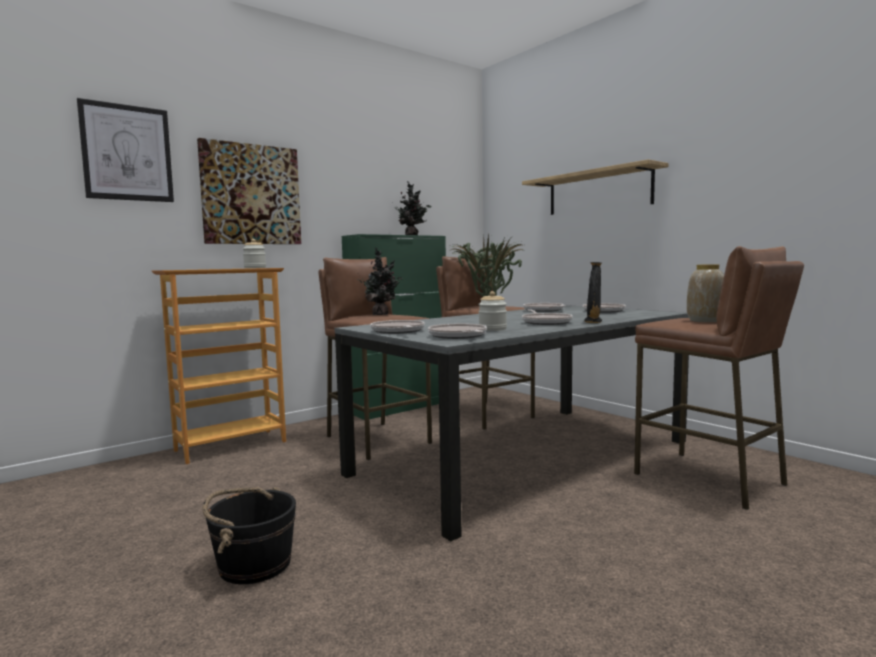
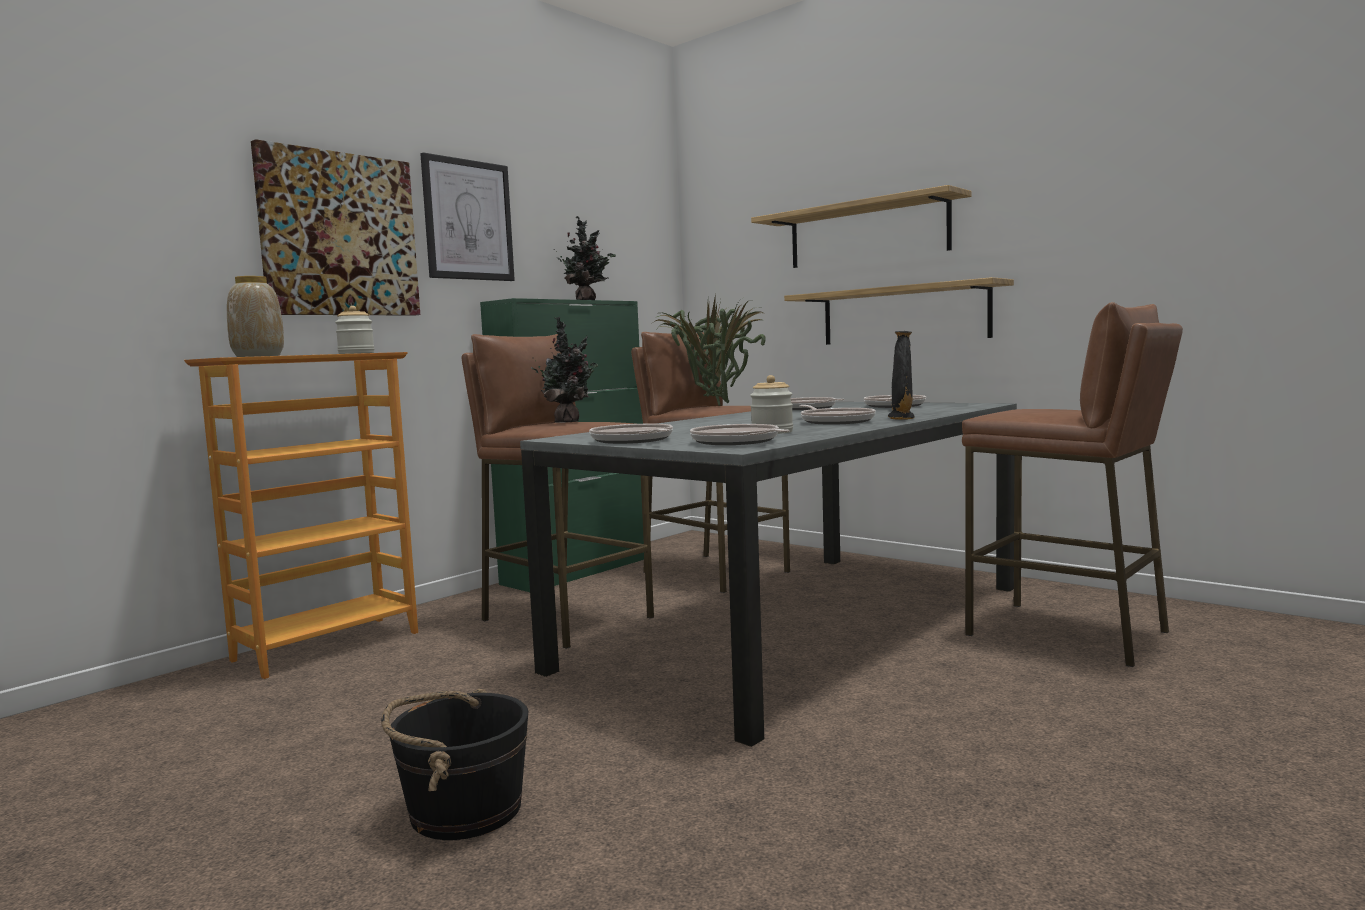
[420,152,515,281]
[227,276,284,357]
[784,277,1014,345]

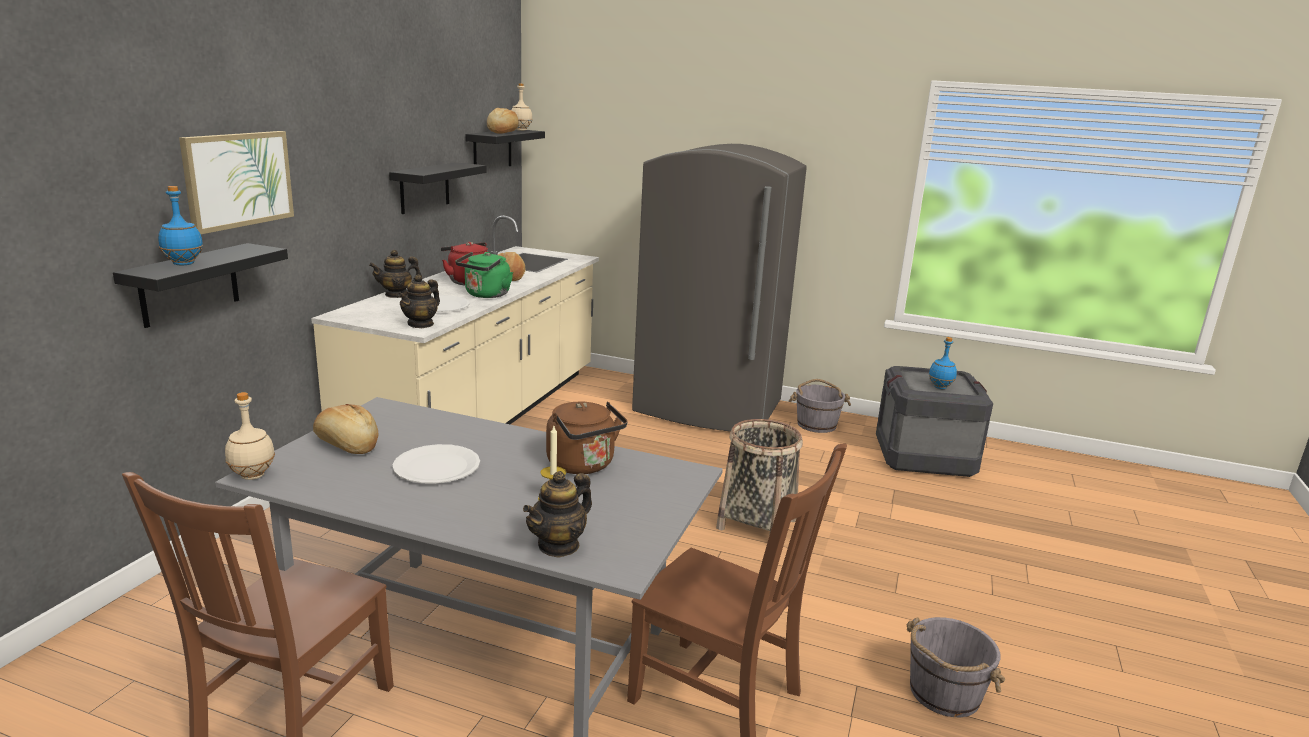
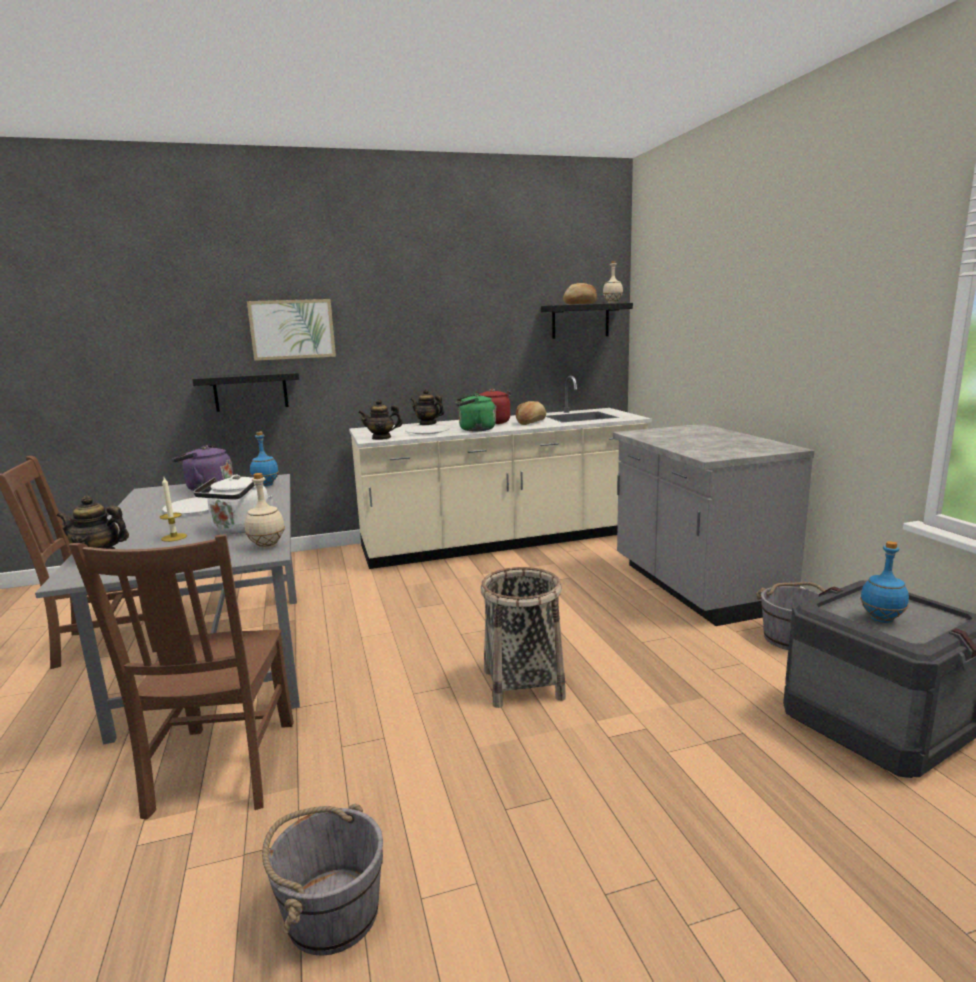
[250,432,279,486]
[245,473,285,549]
[172,445,233,492]
[389,162,487,214] (first image)
[194,475,273,534]
[613,424,815,626]

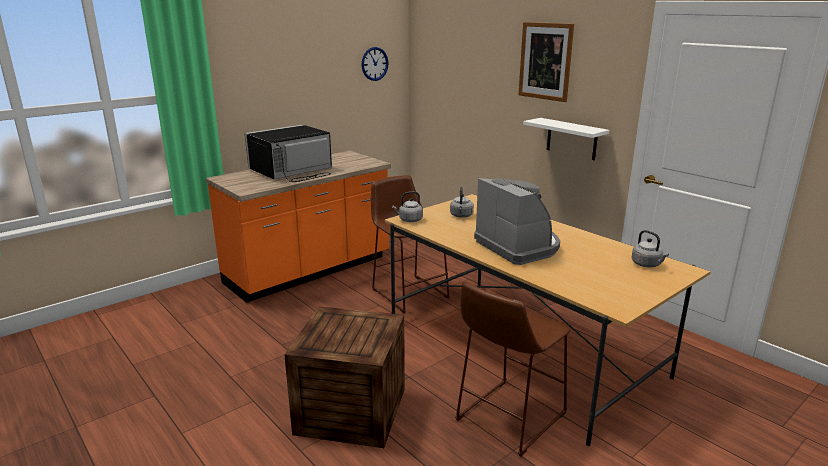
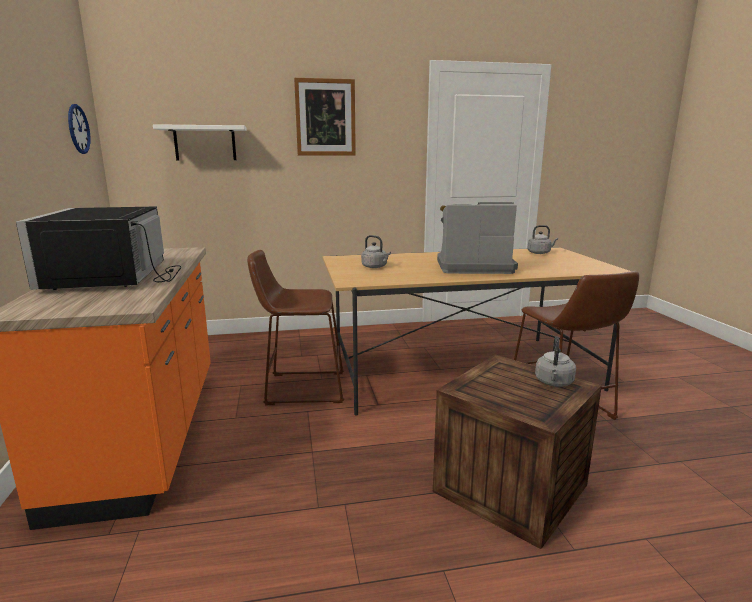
[535,336,576,387]
[153,124,247,160]

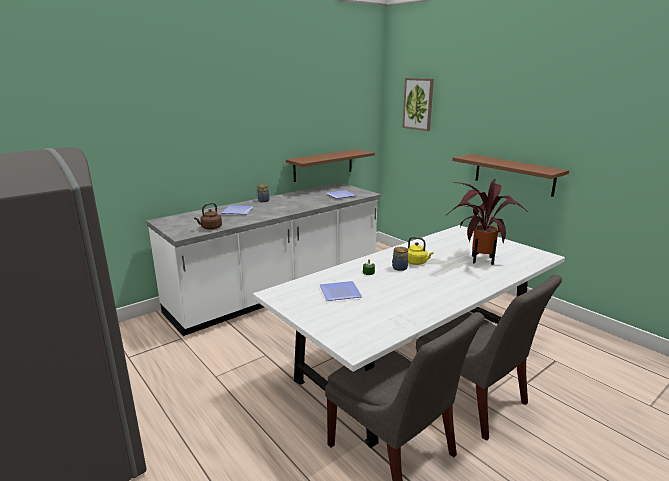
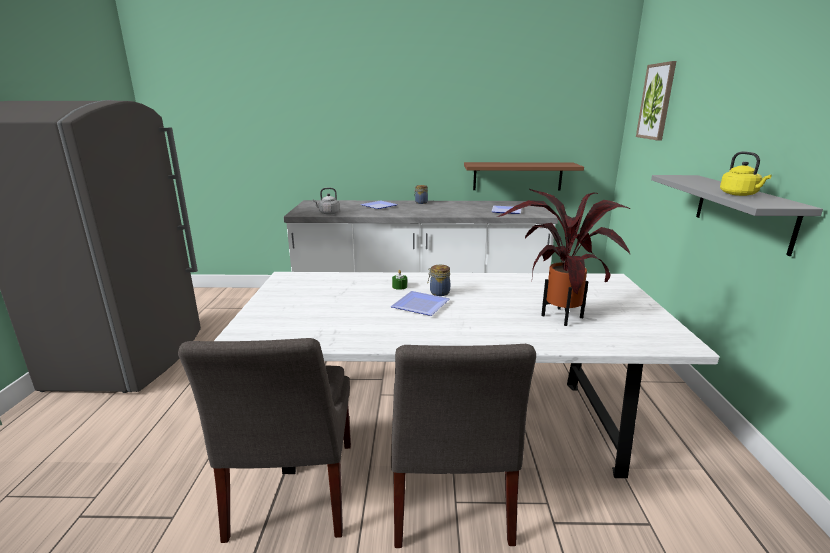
[313,188,340,215]
[391,291,450,316]
[720,151,772,196]
[651,175,823,256]

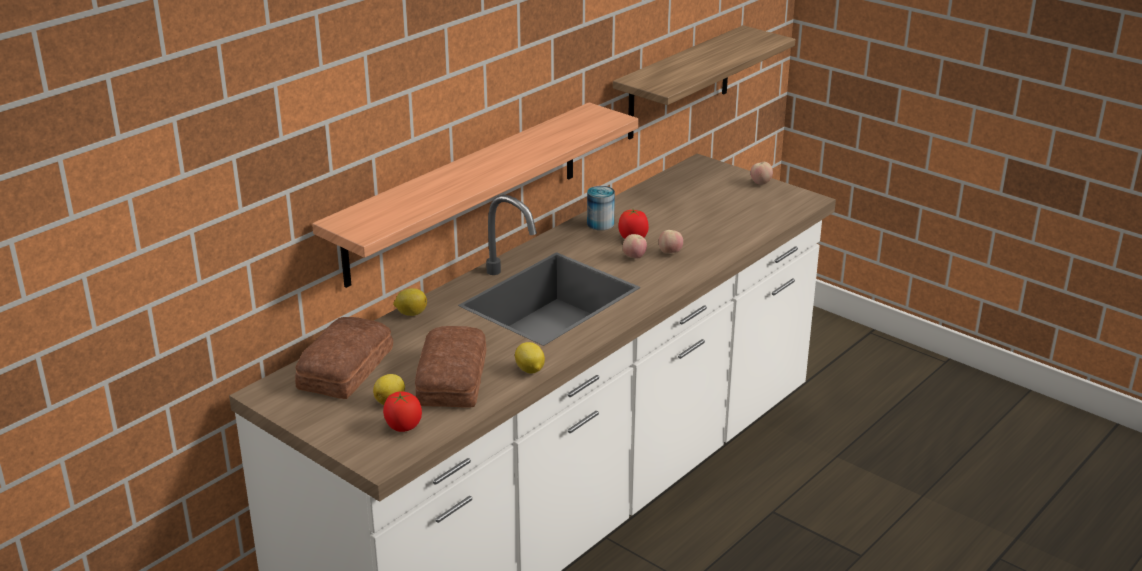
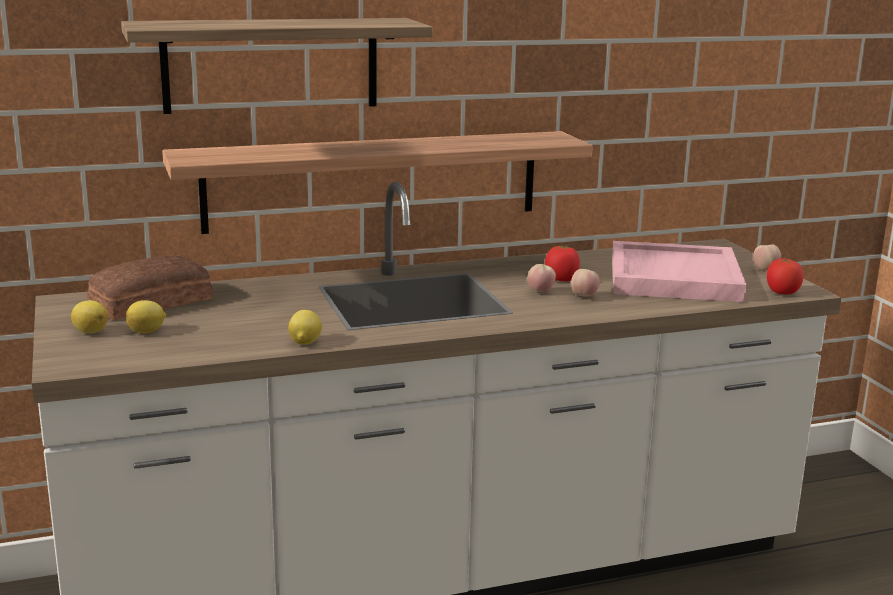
[767,258,803,294]
[71,300,108,333]
[415,326,486,408] (first image)
[587,186,615,230] (first image)
[121,18,433,114]
[612,241,747,302]

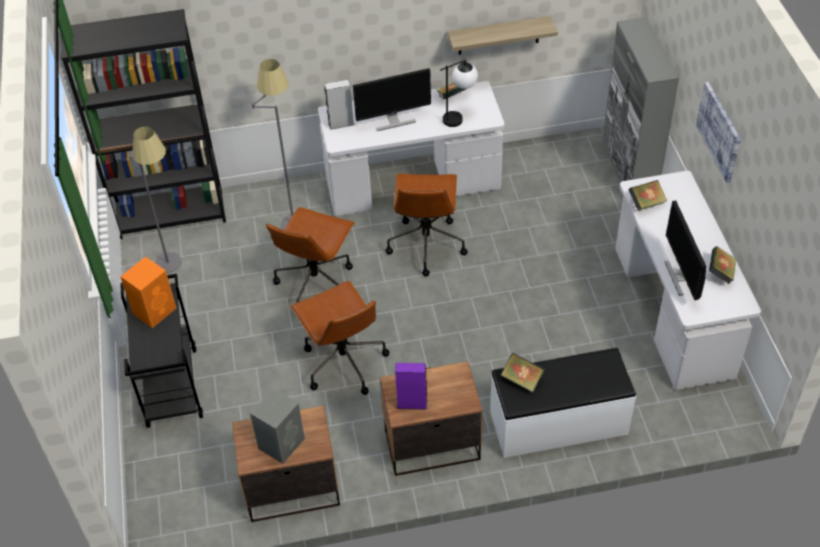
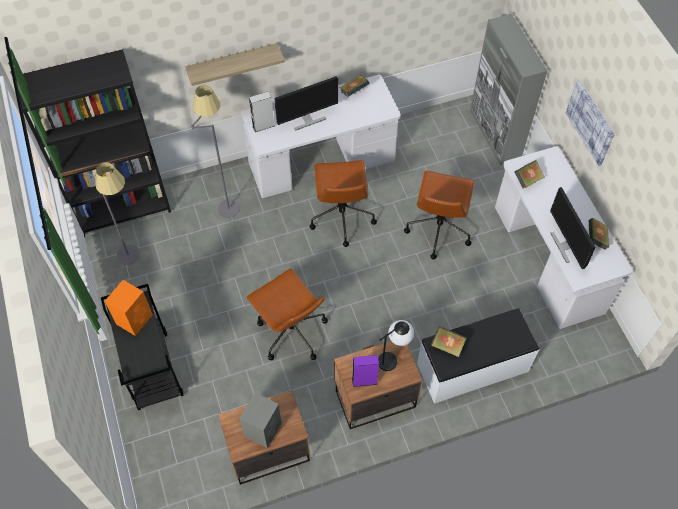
[404,170,475,260]
[378,320,414,371]
[185,43,285,86]

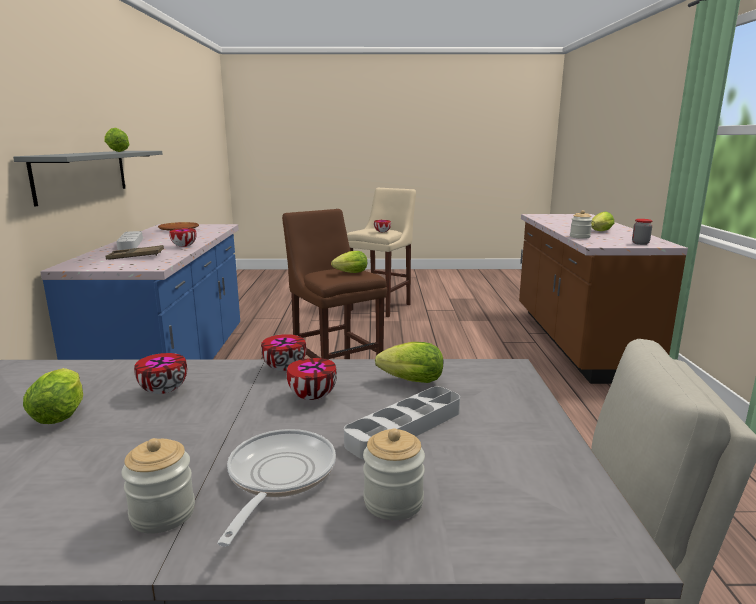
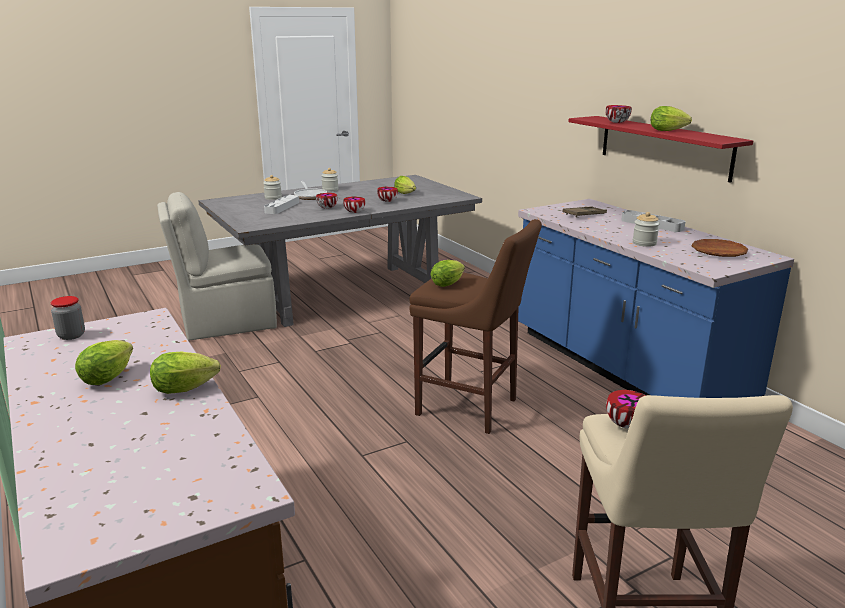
[568,116,753,183]
[605,105,632,123]
[150,352,221,394]
[633,212,660,247]

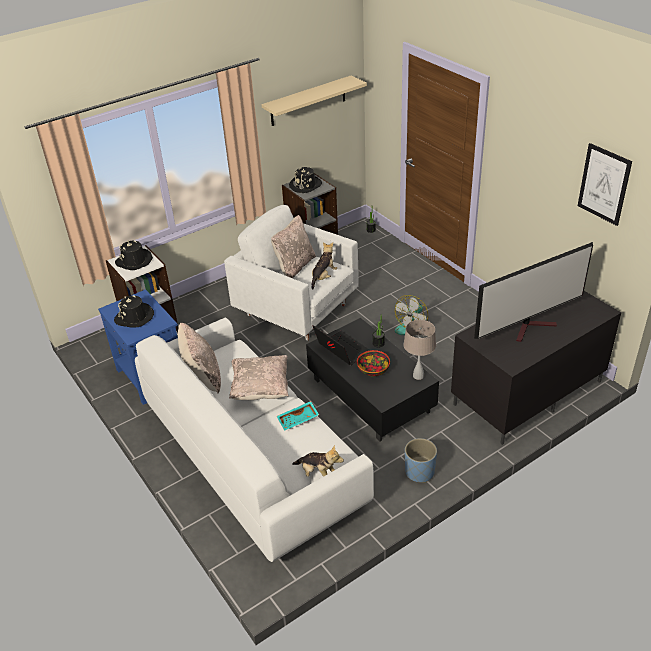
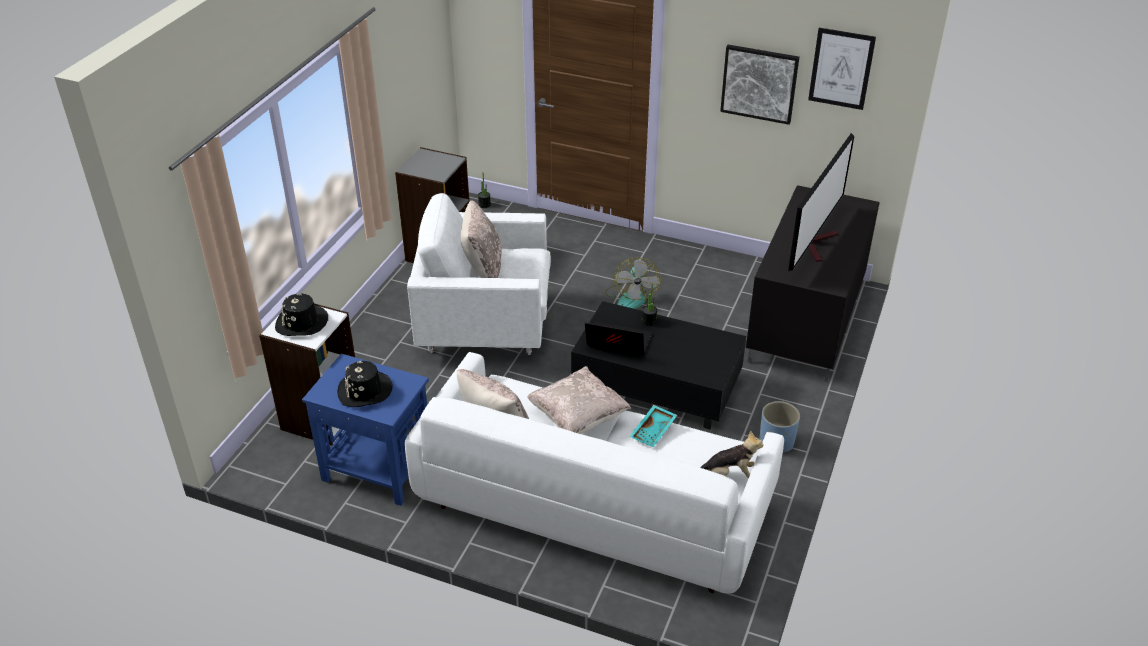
[261,75,367,126] (first image)
[289,167,322,193] (first image)
[312,242,337,290] (first image)
[357,350,390,376] (first image)
[404,320,436,380] (first image)
[720,45,799,125]

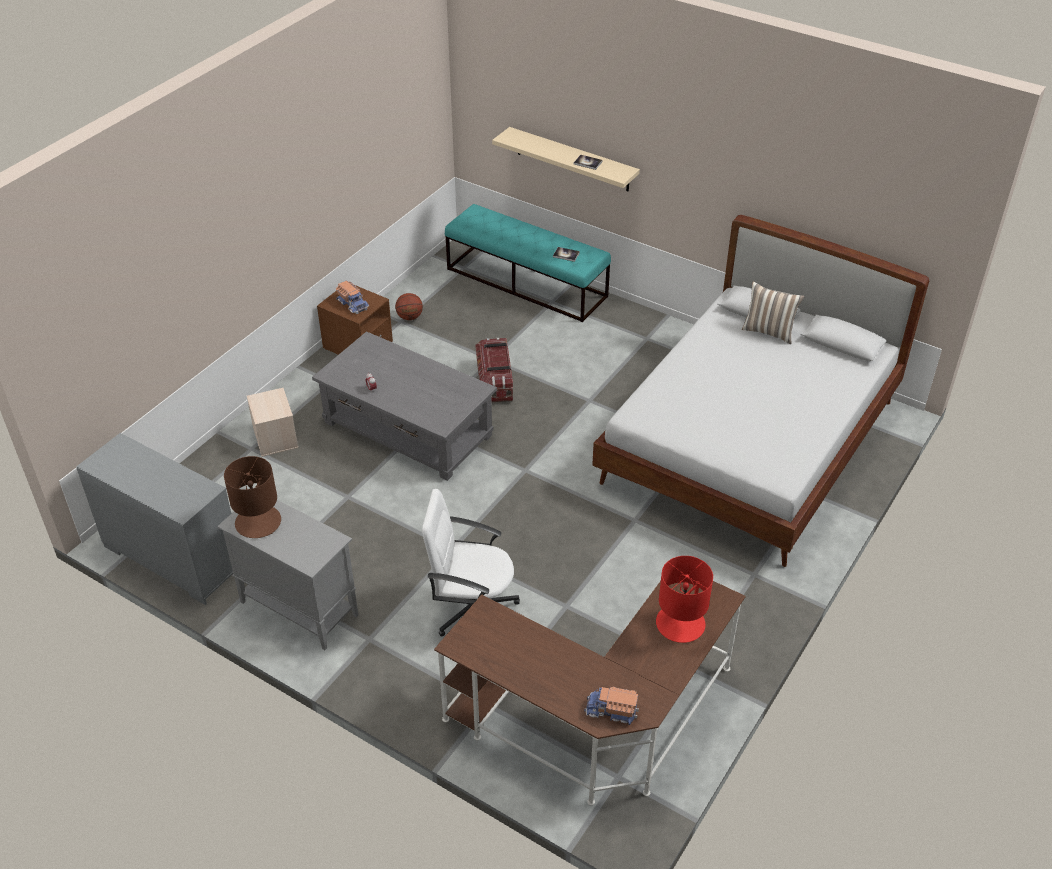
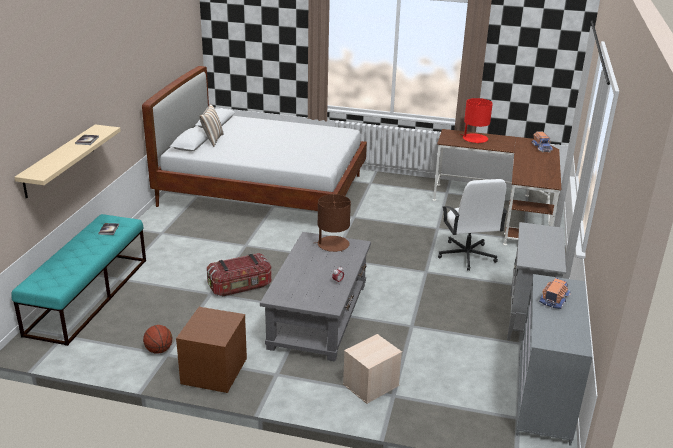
[315,194,351,252]
[539,278,571,310]

